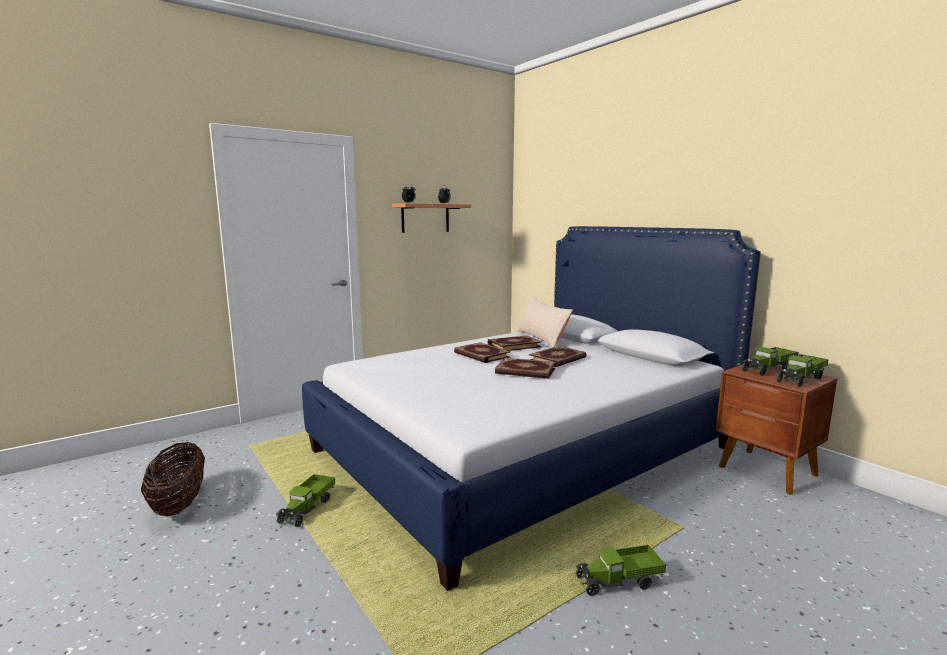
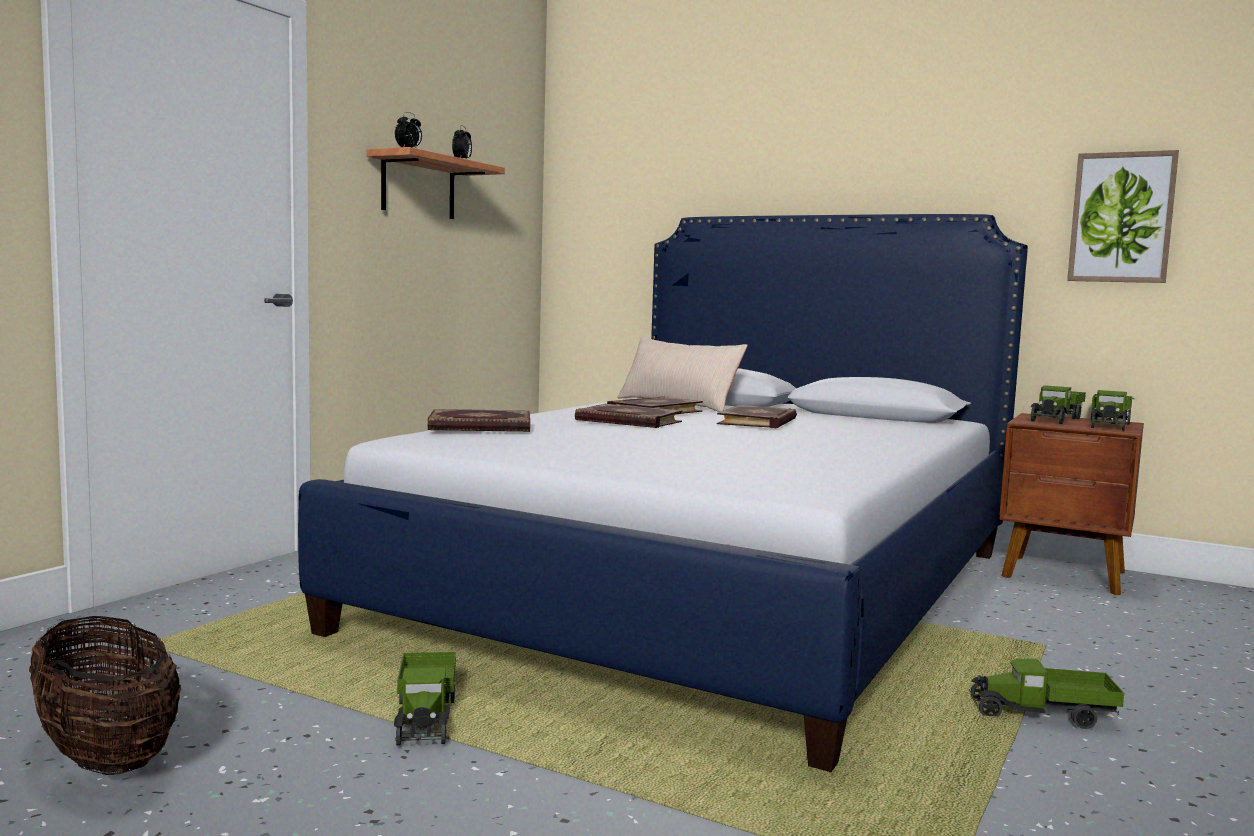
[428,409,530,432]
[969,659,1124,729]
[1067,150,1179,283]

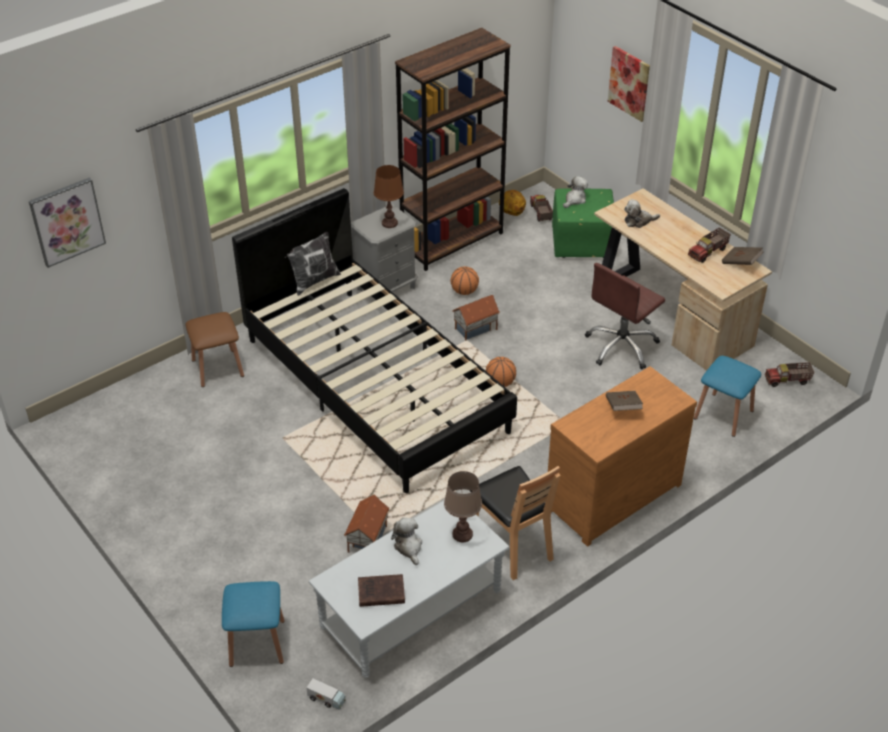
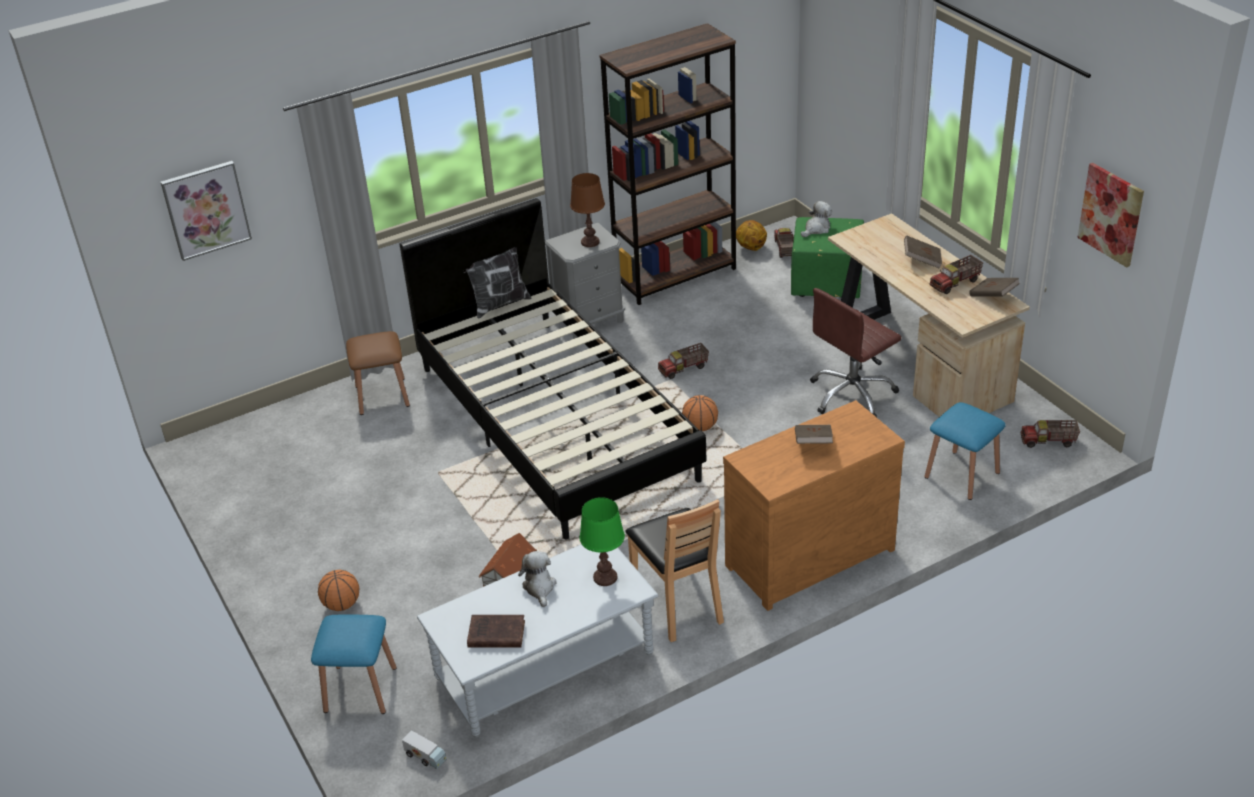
[580,497,625,586]
[318,570,359,611]
[658,343,709,379]
[1078,163,1144,268]
[624,199,660,228] (first image)
[904,236,942,269]

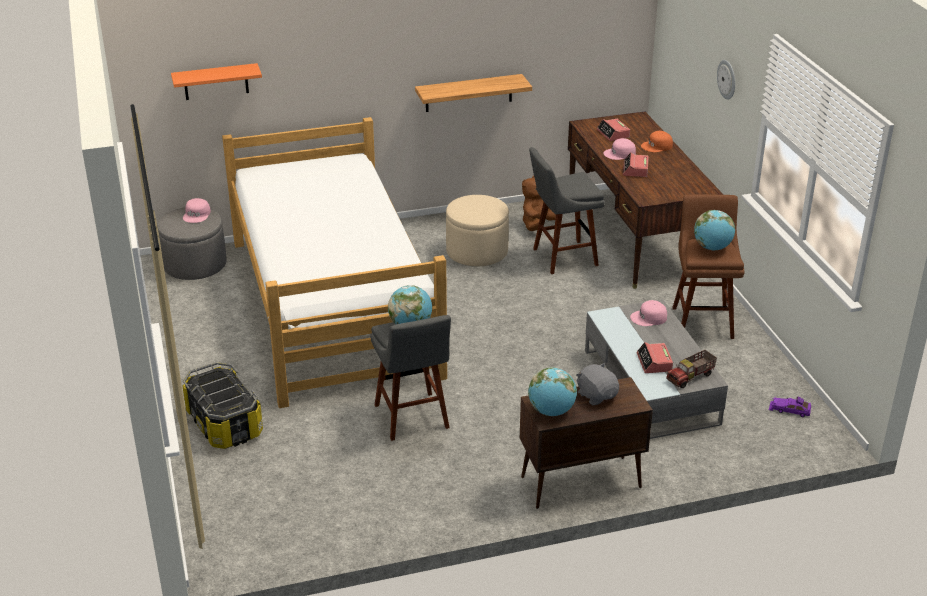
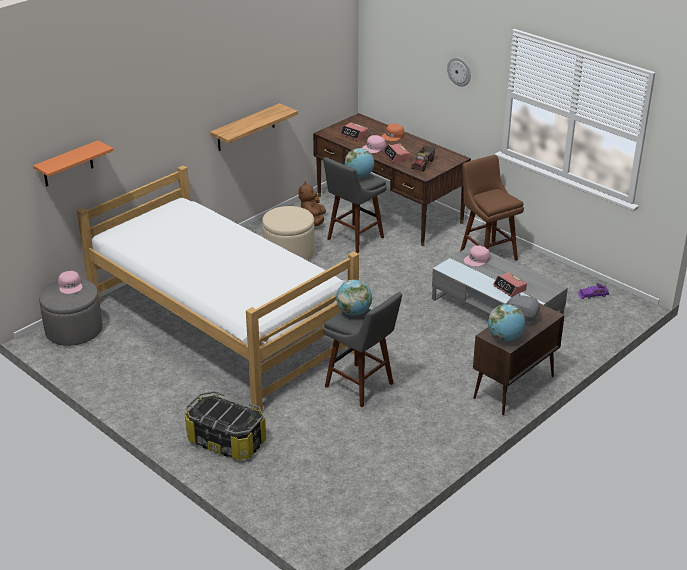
[411,146,435,171]
[345,148,374,178]

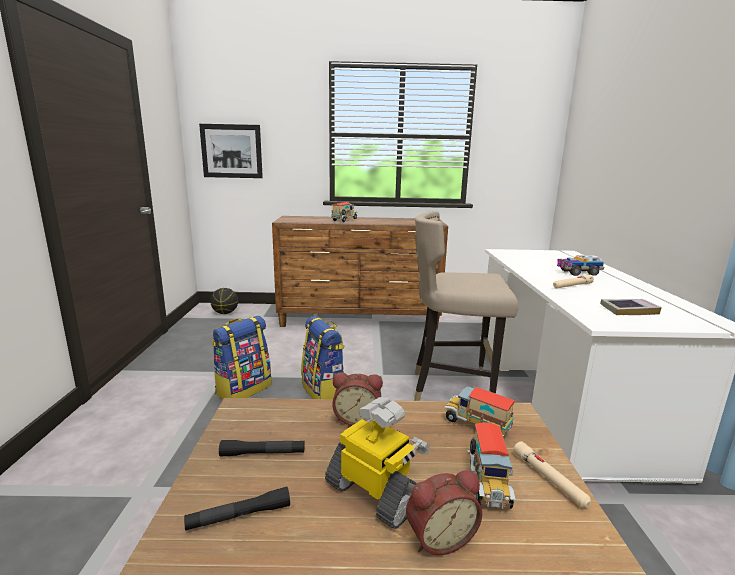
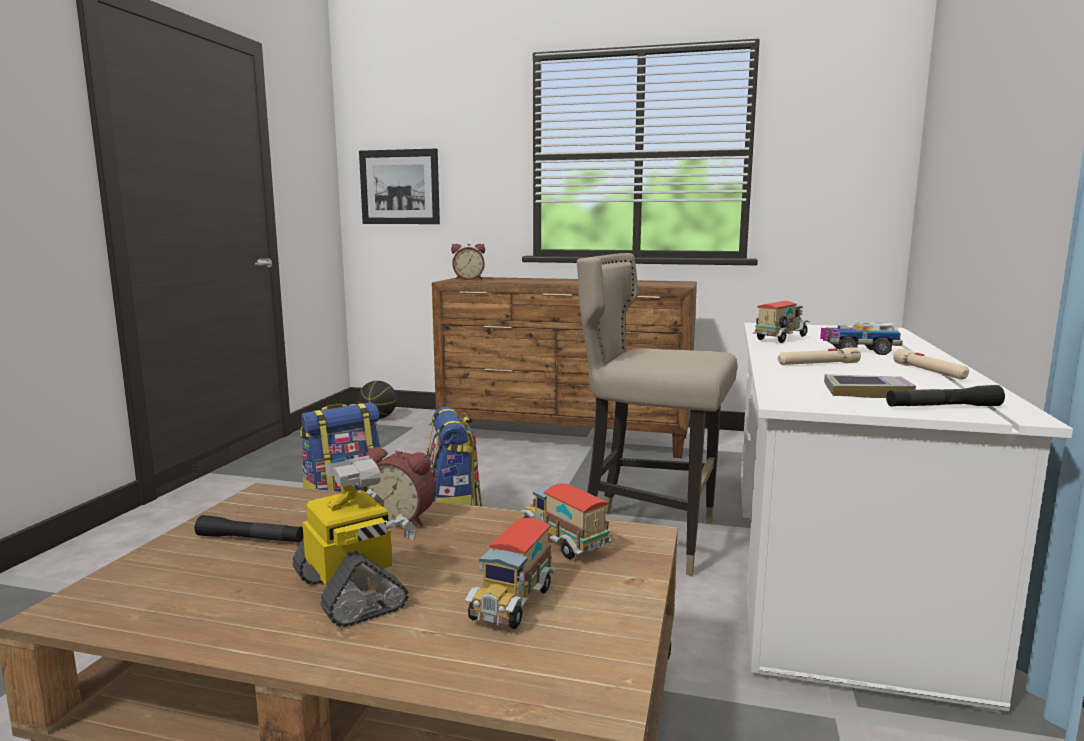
[886,385,1005,407]
[753,301,810,343]
[451,244,485,280]
[893,348,969,380]

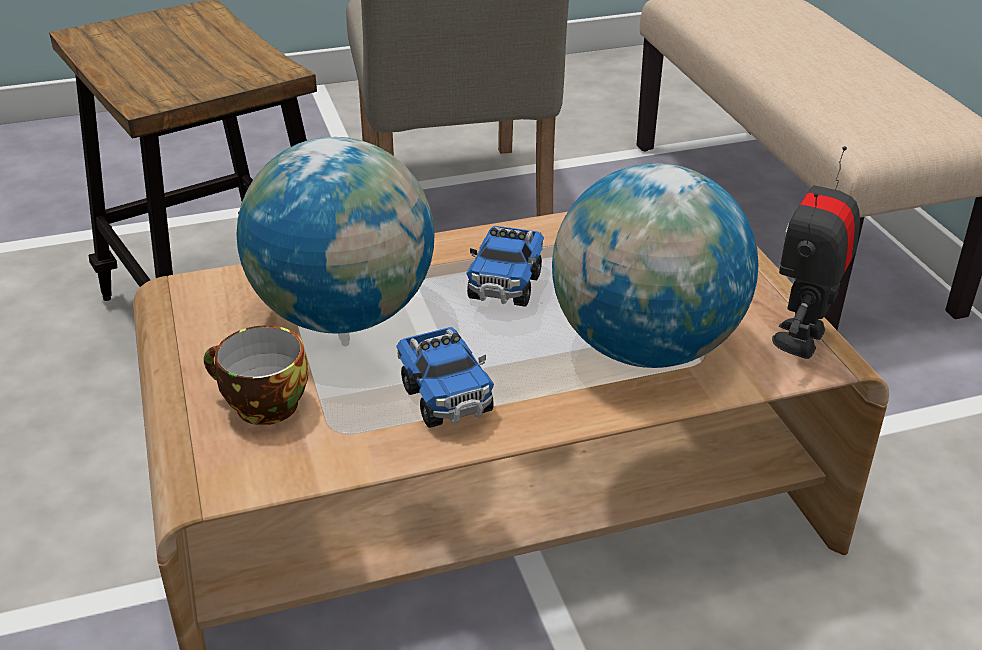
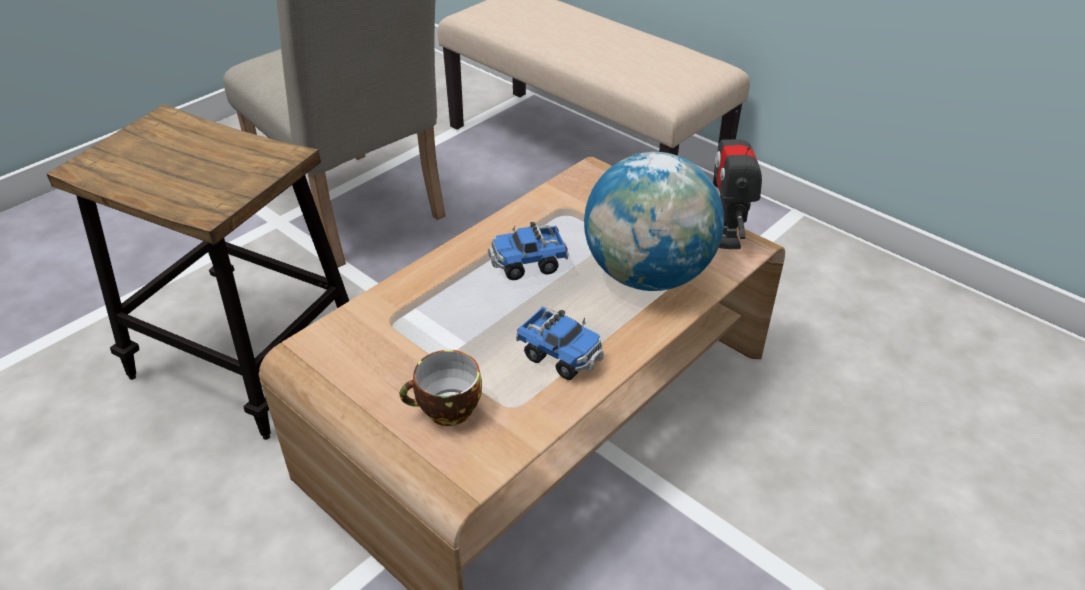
[237,137,435,333] (first image)
[487,222,569,280]

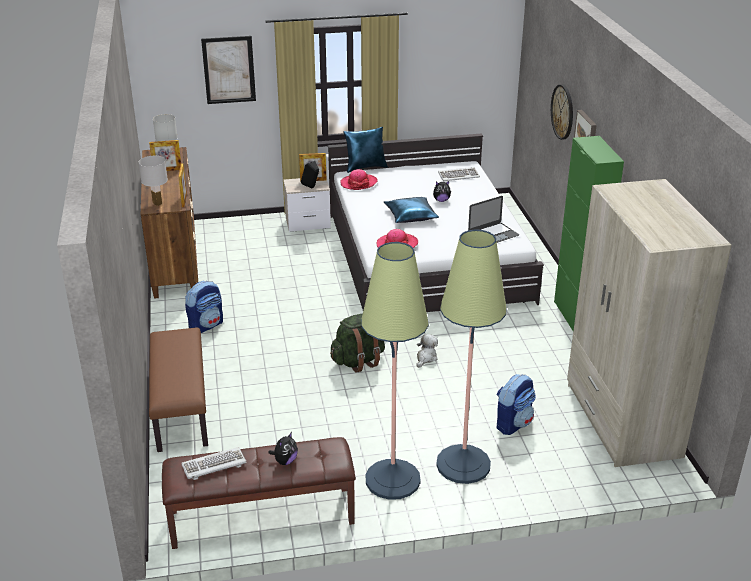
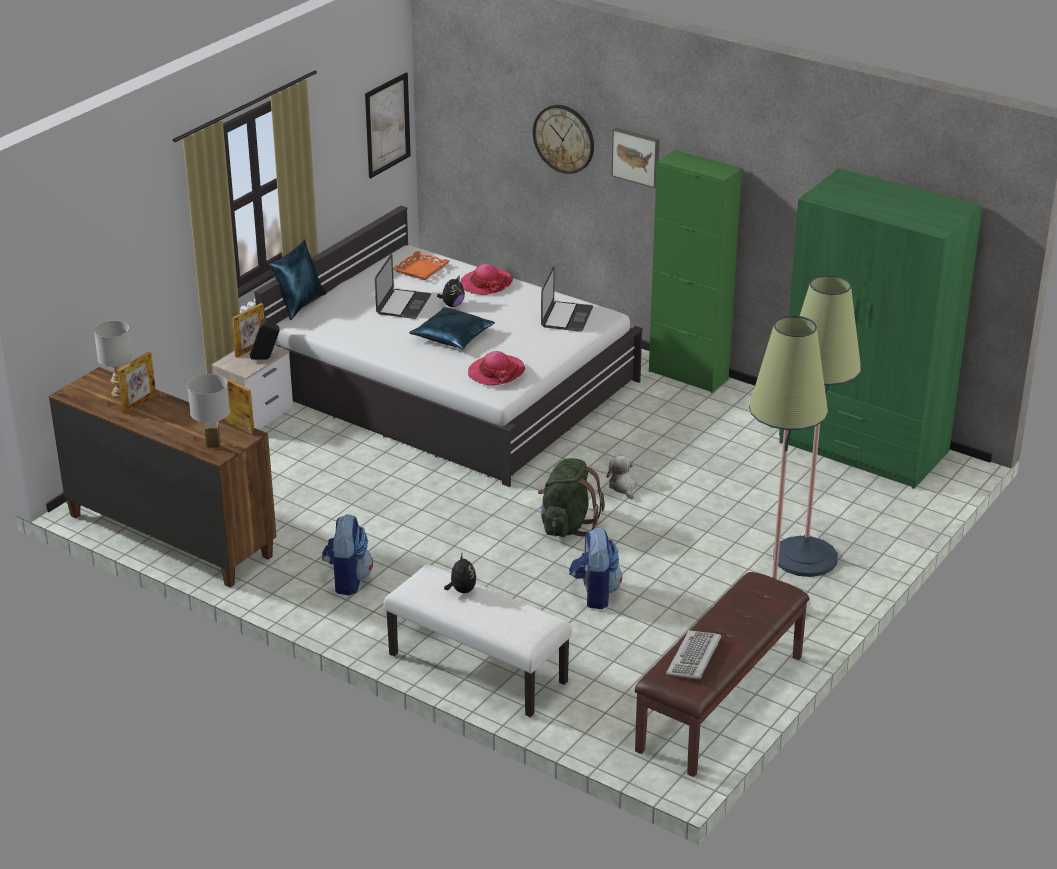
[383,564,572,717]
[365,72,411,179]
[444,554,476,593]
[460,264,513,295]
[393,251,450,280]
[569,528,622,609]
[779,168,983,489]
[375,254,431,319]

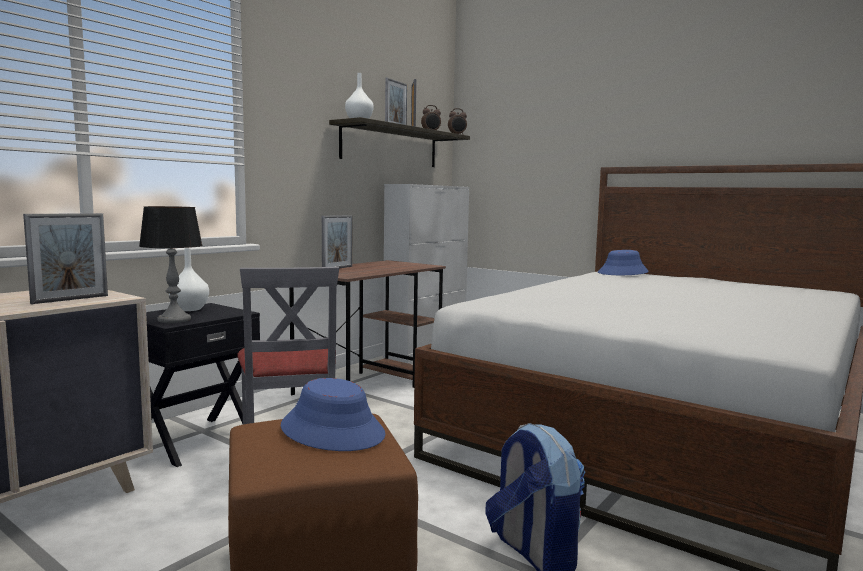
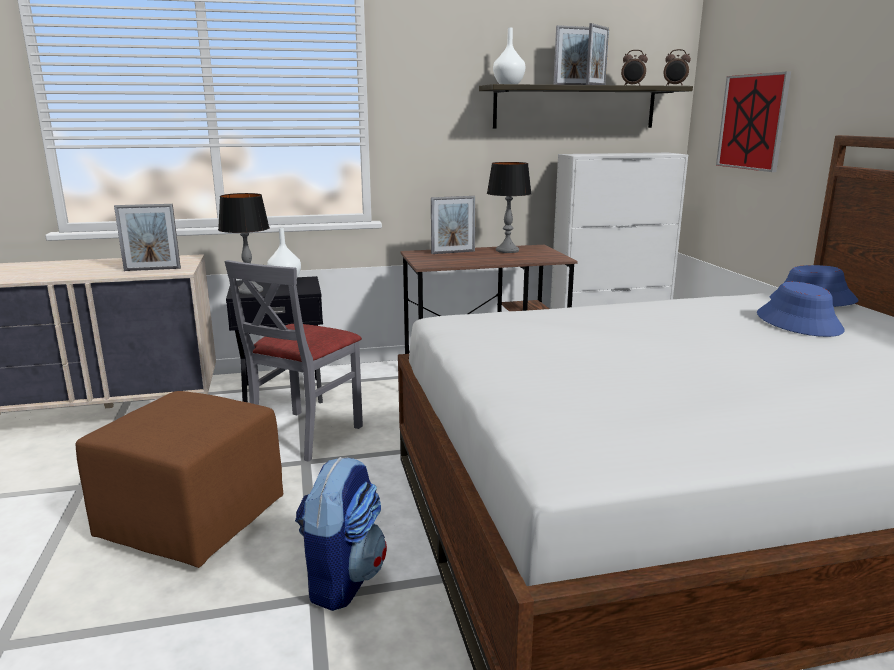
[757,282,845,337]
[487,162,532,253]
[716,71,791,172]

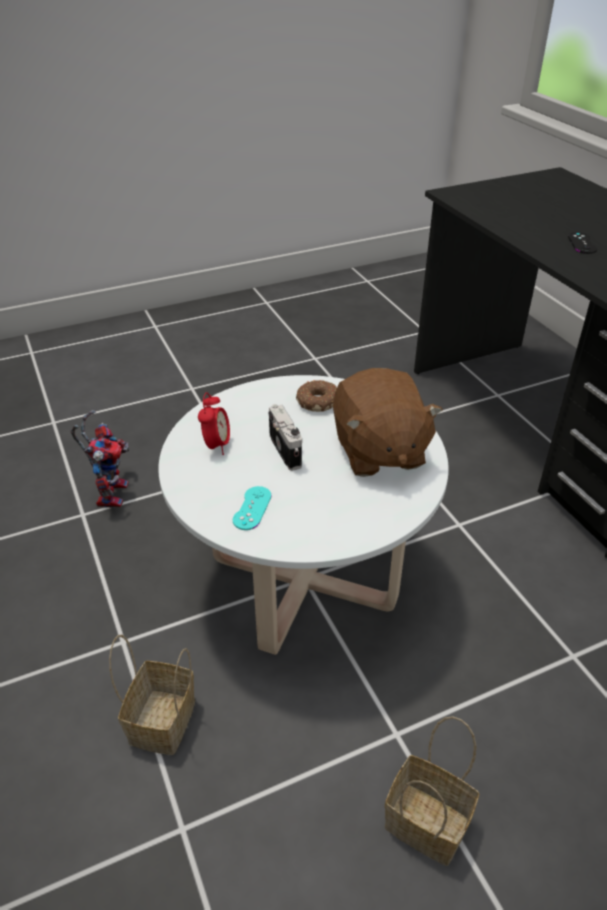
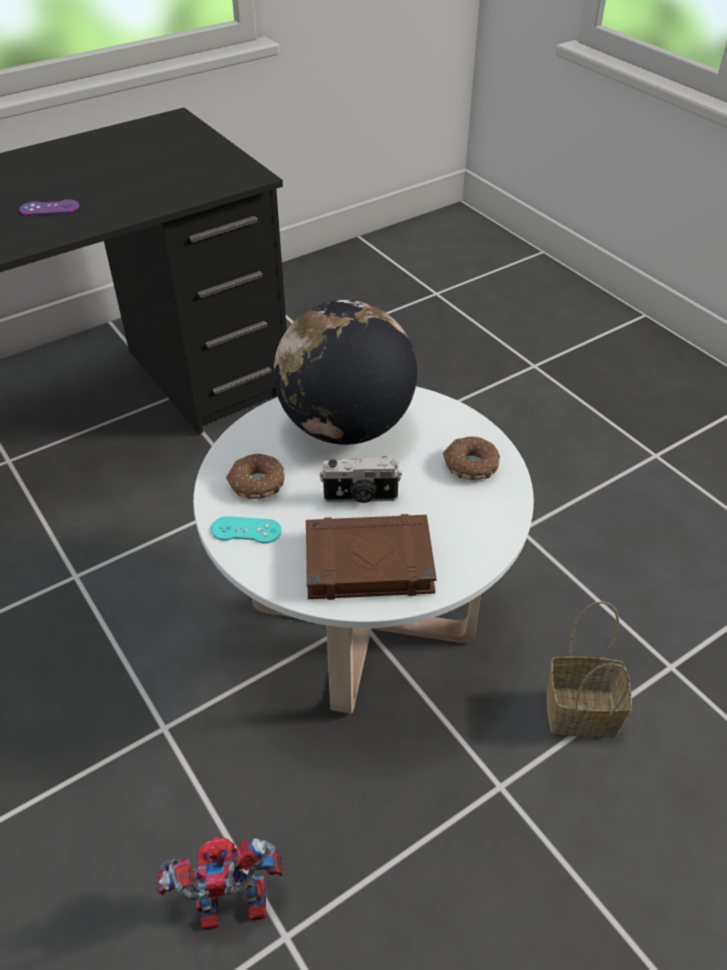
[306,514,437,600]
[211,516,282,544]
[320,457,402,503]
[273,300,417,445]
[385,716,479,866] (first image)
[19,200,79,215]
[443,436,500,480]

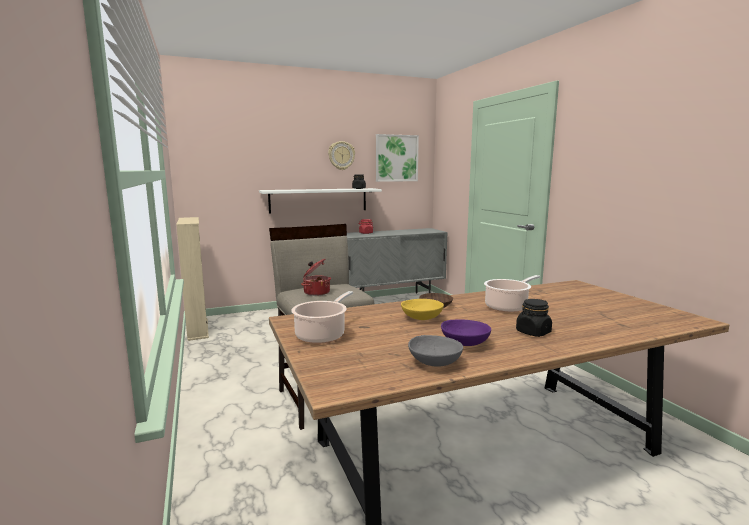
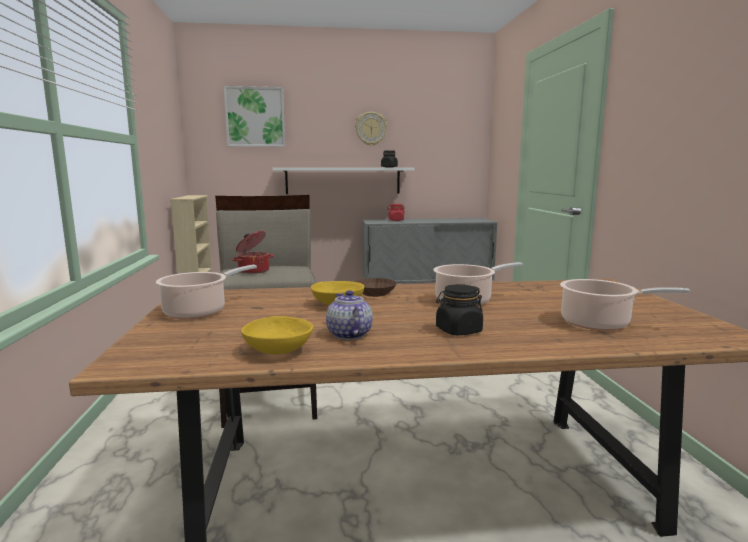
[224,86,286,147]
[241,316,313,355]
[326,290,373,340]
[560,279,690,331]

